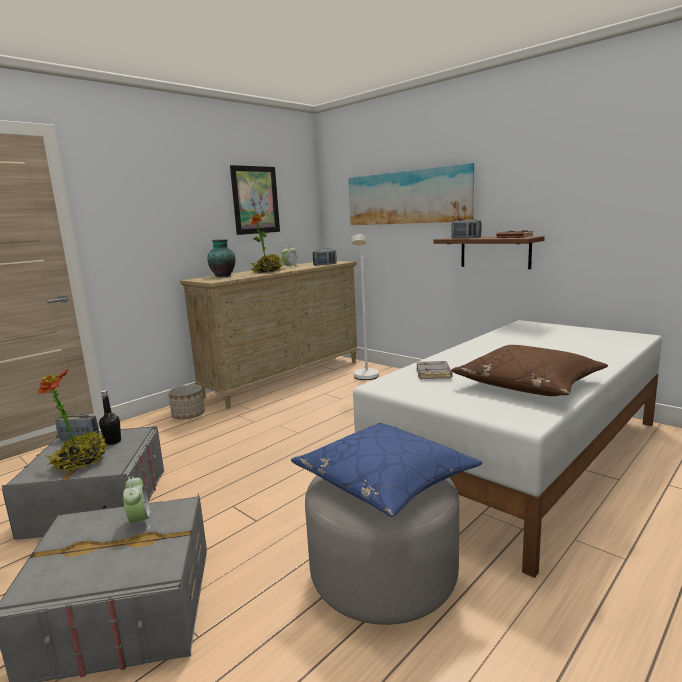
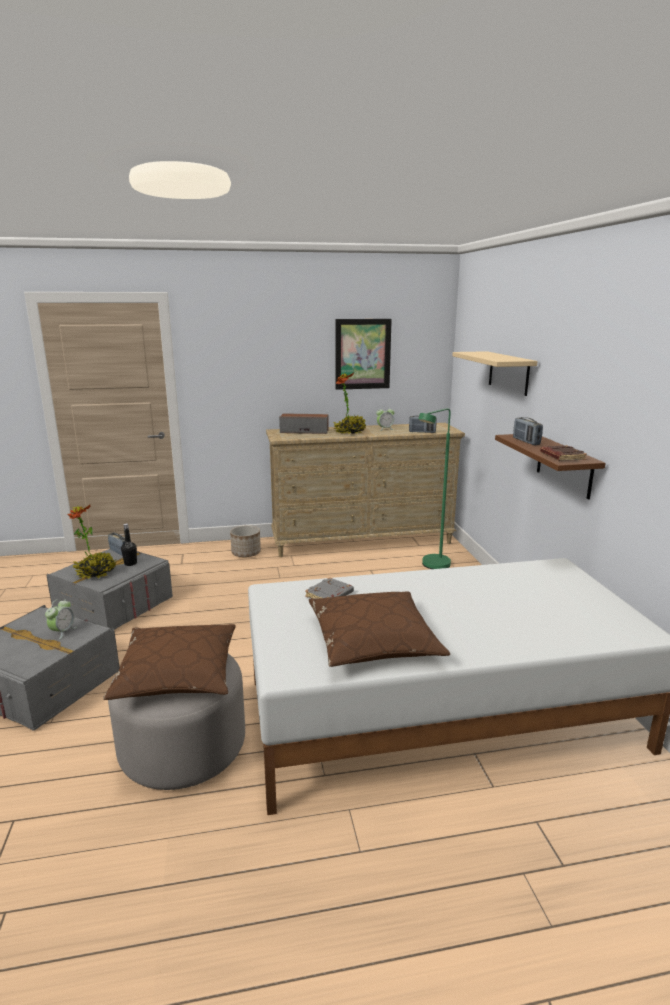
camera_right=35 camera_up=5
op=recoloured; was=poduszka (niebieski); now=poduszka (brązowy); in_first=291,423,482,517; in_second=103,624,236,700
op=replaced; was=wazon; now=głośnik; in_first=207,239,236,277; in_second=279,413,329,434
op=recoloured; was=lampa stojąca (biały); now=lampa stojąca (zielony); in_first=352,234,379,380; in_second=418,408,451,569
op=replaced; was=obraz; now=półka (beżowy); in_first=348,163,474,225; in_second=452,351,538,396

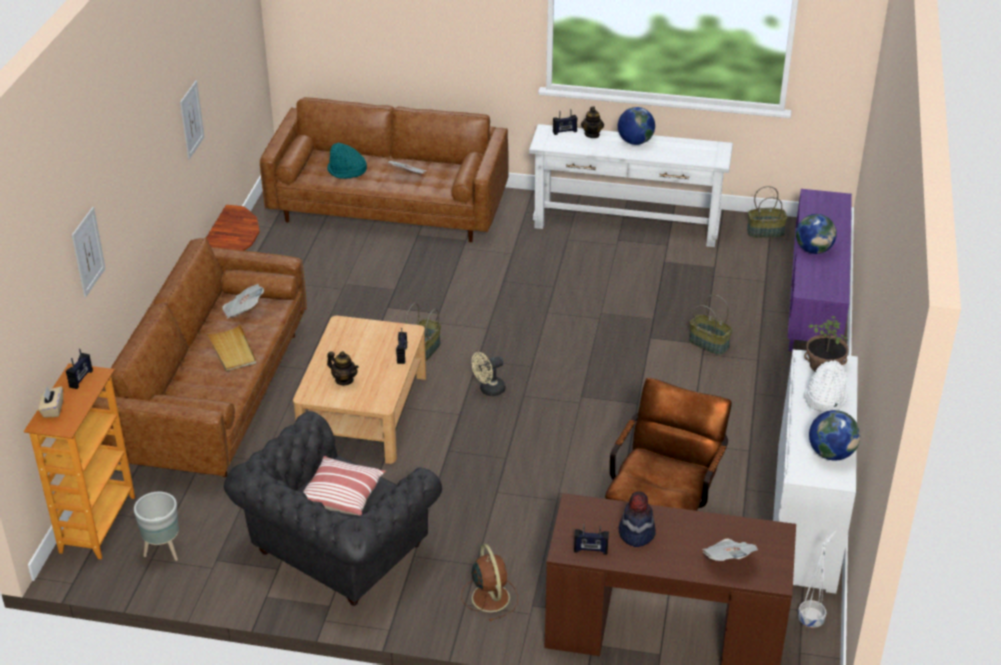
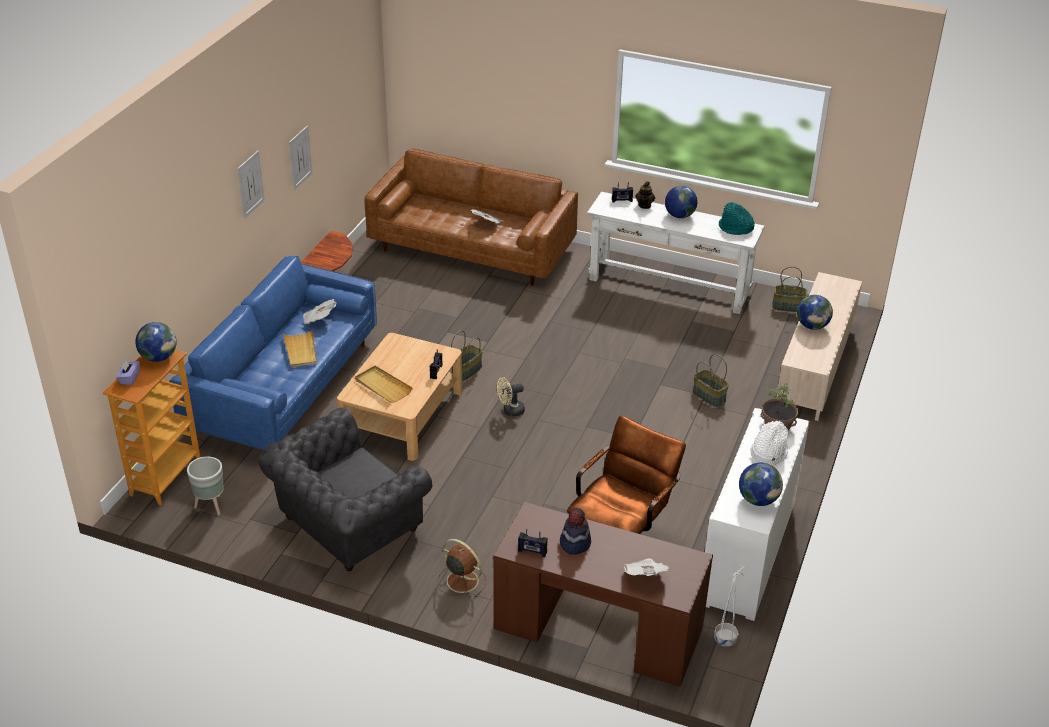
camera_right=10 camera_up=0
op=recoloured; was=pudełko chusteczek (beżowy); now=pudełko chusteczek (fioletowy); in_first=38,386,63,418; in_second=116,360,140,385
op=replaced; was=radio; now=globus; in_first=66,349,93,389; in_second=135,322,176,362
op=recoloured; was=kanapa (brązowy); now=kanapa (niebieski); in_first=92,238,307,477; in_second=169,256,377,450
op=moved; was=obraz; in_first=72,207,106,297; in_second=237,151,265,219
op=replaced; was=imbryk; now=taca (beżowy); in_first=327,351,359,385; in_second=355,366,413,403
op=turned; was=wentylator (brązowy); in_first=461,544,518,621; in_second=437,539,487,598; clockwise=-45
op=moved; was=kapelusz (turkusowy); in_first=327,143,367,179; in_second=719,202,755,235
op=recoloured; was=szafka pod telewizor (fioletowy); now=szafka pod telewizor (beżowy); in_first=787,189,852,351; in_second=776,272,862,421
op=removed; was=poduszka; in_first=303,456,386,516

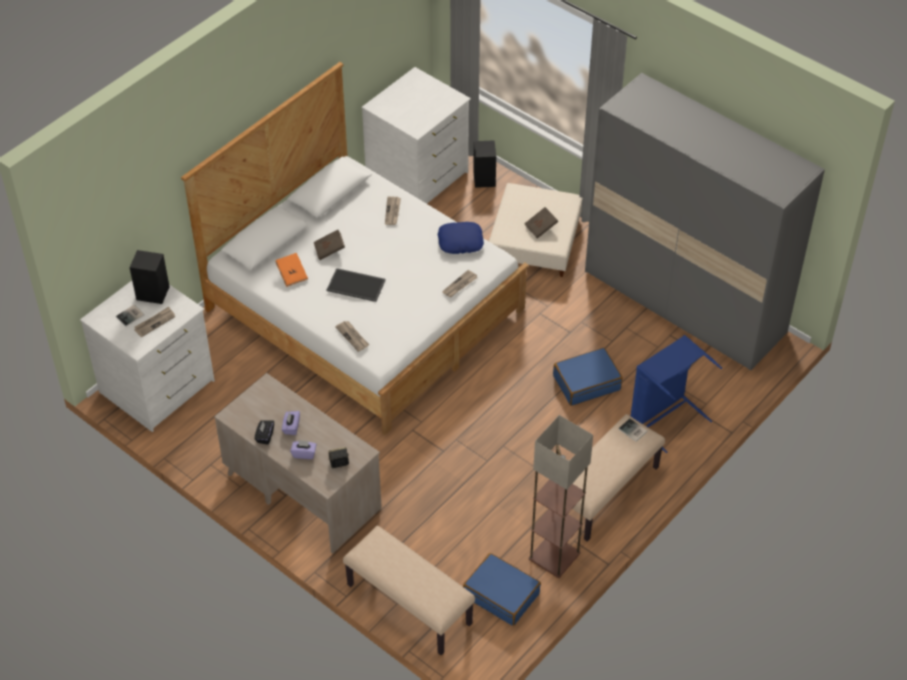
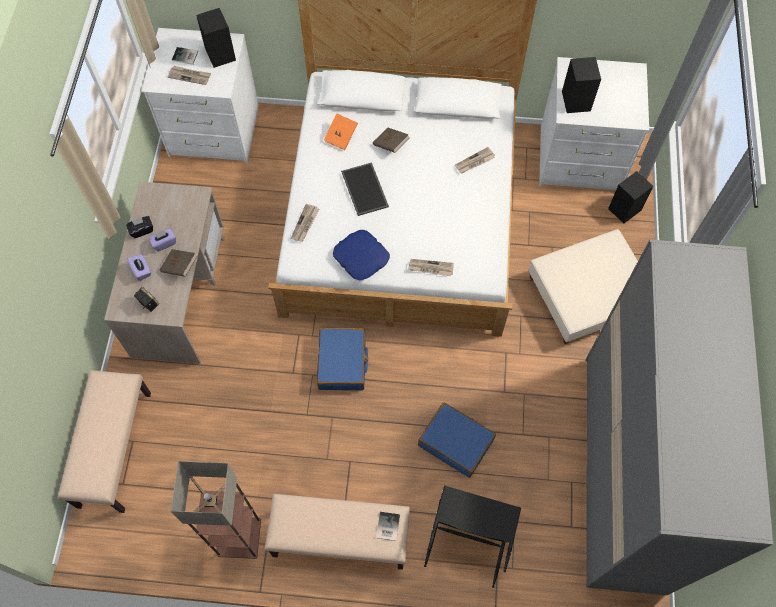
camera_right=55 camera_up=15
op=moved; was=książka (brązowy); in_first=524,207,558,239; in_second=160,249,197,277
op=moved; was=walizka (niebieski); in_first=463,553,541,626; in_second=317,328,368,390
op=moved; was=poduszka (niebieski); in_first=438,222,484,254; in_second=333,230,390,280
op=recoloured; was=kosz na pranie (niebieski); now=kosz na pranie (czarny); in_first=631,335,722,453; in_second=424,485,521,588
op=added; now=głośnik (czarny); in_second=562,57,601,113

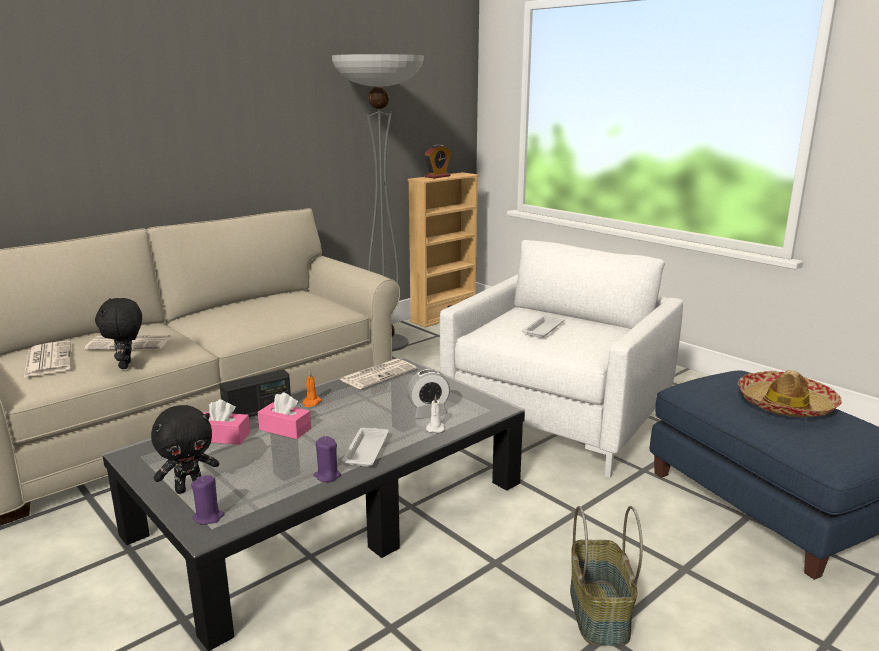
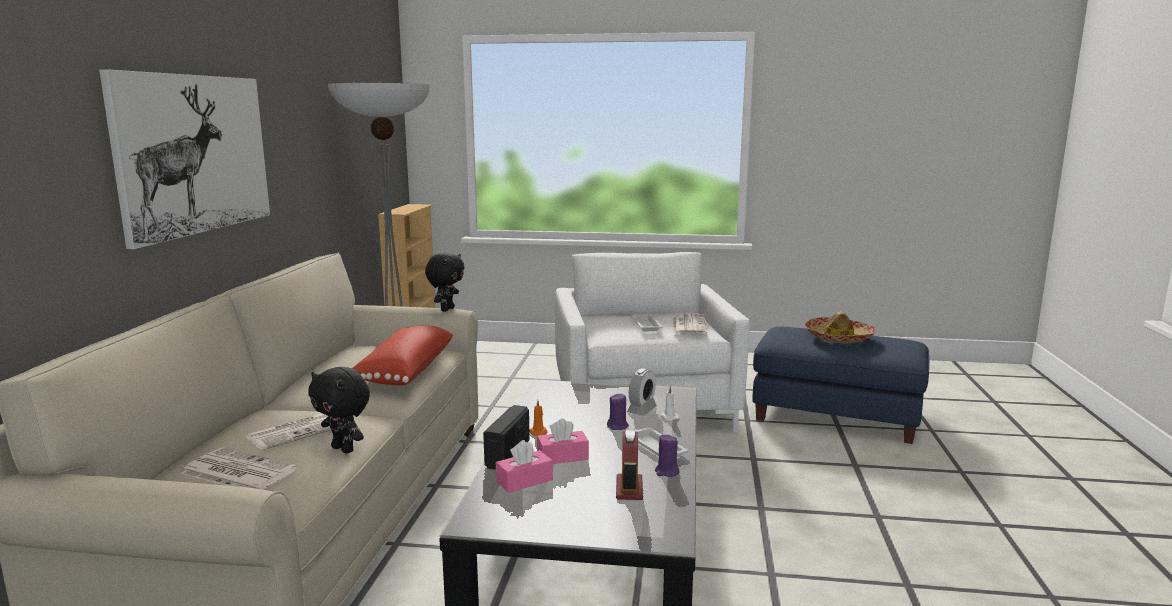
camera_right=-40 camera_up=-5
op=added; now=obraz; in_second=99,69,270,249
op=added; now=poduszka (czerwony); in_second=353,326,453,385
op=moved; was=pluszak (czarny); in_first=151,405,219,494; in_second=425,252,465,312
op=moved; was=świeca (fioletowy); in_first=191,475,224,524; in_second=607,394,629,430
op=moved; was=budzik; in_first=424,145,451,179; in_second=616,429,643,500
op=moved; was=gazeta; in_first=339,359,417,389; in_second=673,313,707,335
op=removed; was=koszyk; in_first=570,506,643,646

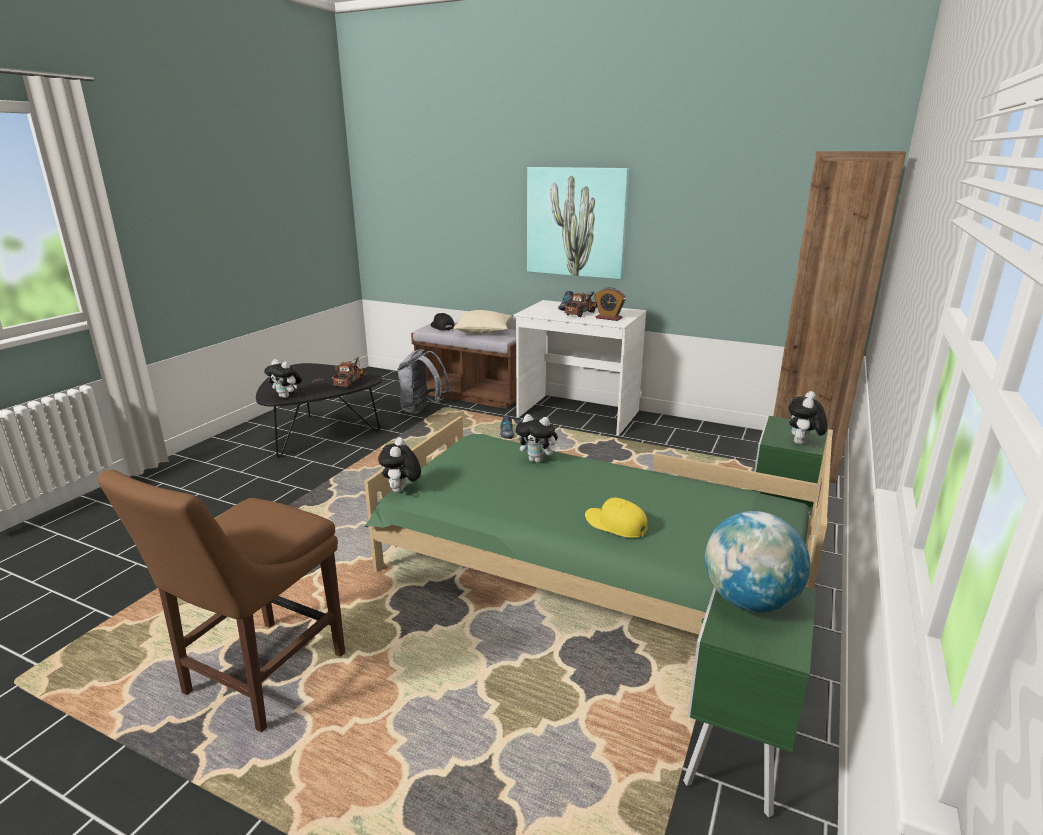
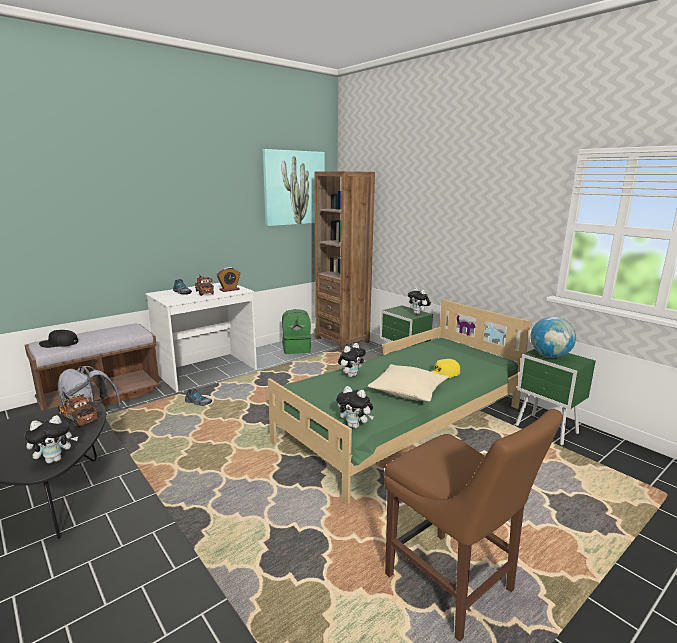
camera_right=-65 camera_up=-5
op=moved; was=obraz; in_first=527,167,629,279; in_second=263,149,325,226
op=added; now=plecak (zielony); in_second=282,309,311,354
op=moved; was=poduszka (beżowy); in_first=453,310,511,334; in_second=368,364,449,402

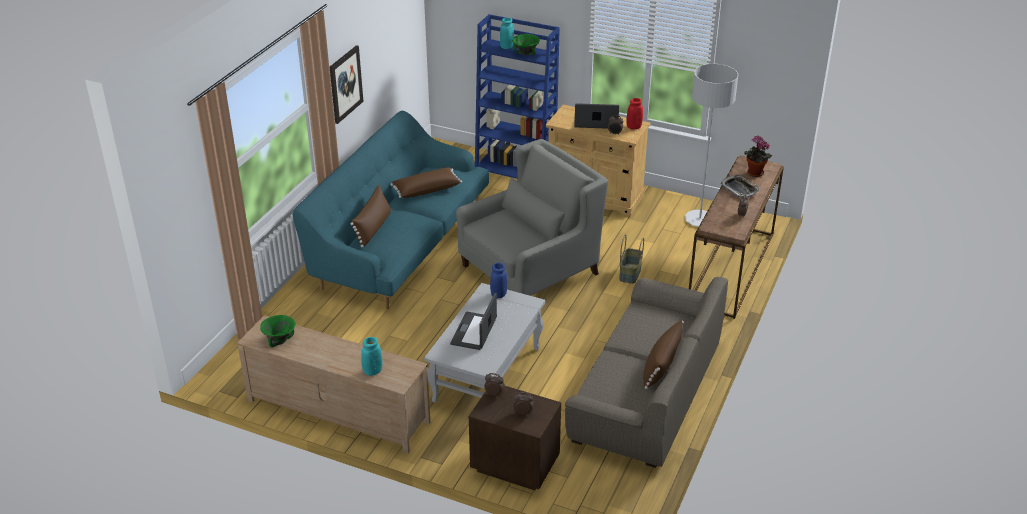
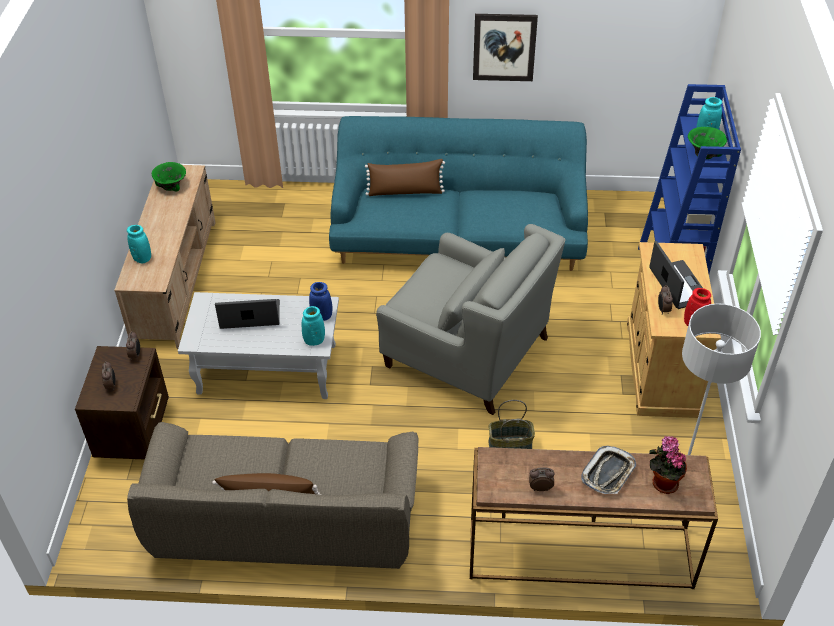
camera_right=70 camera_up=10
op=added; now=wazon (turkusowy); in_second=302,306,325,346
op=removed; was=poduszka (brązowy); in_first=391,167,462,198

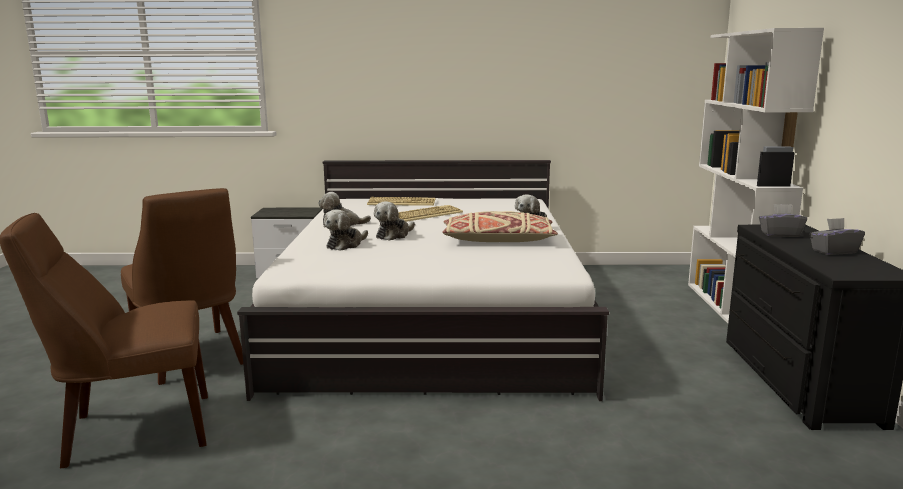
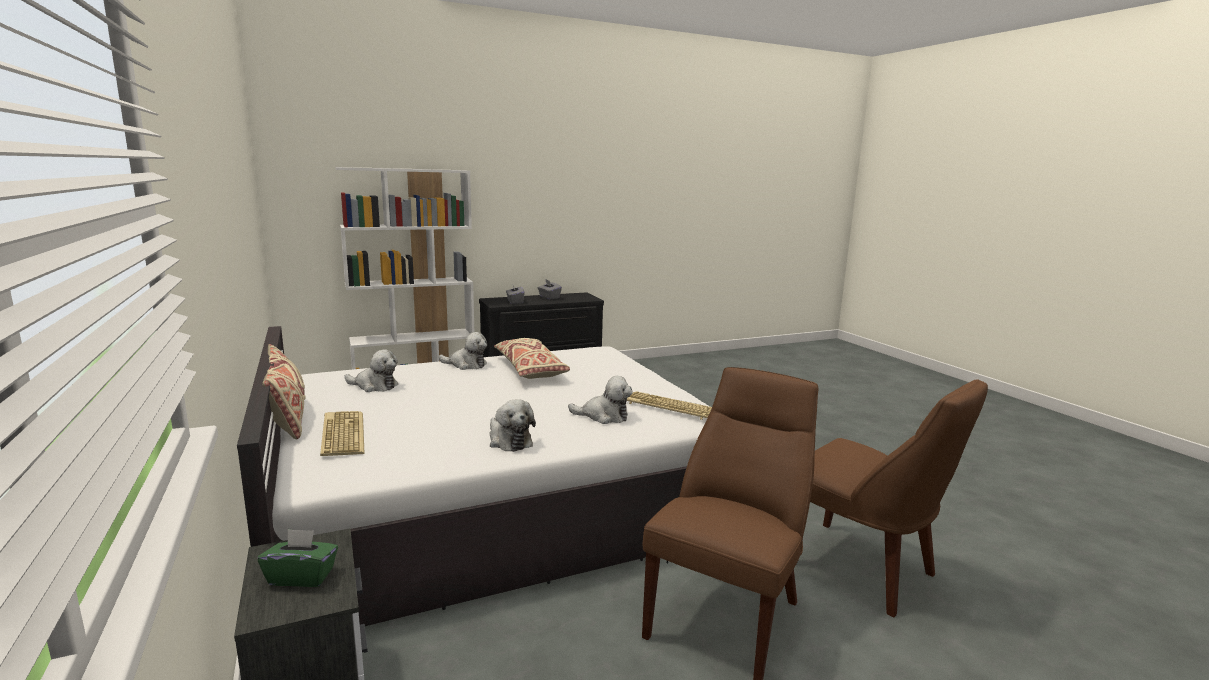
camera_right=-115 camera_up=0
op=added; now=pudełko chusteczek (zielony); in_second=258,529,338,587
op=added; now=poduszka (beżowy); in_second=262,344,306,439
op=moved; was=pluszak; in_first=374,201,415,241; in_second=344,349,398,392
op=moved; was=klawiatura; in_first=398,205,463,222; in_second=627,391,712,420

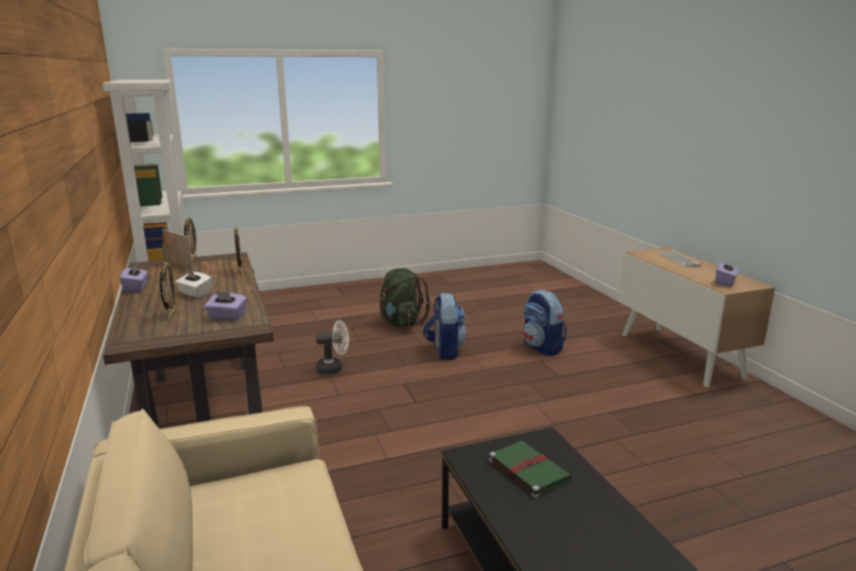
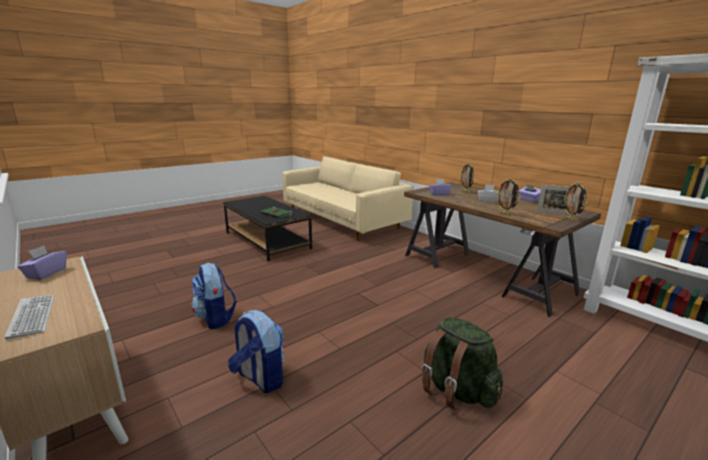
camera_right=160 camera_up=0
op=moved; was=plecak; in_first=423,292,467,360; in_second=191,263,237,329
op=removed; was=wentylator (biały); in_first=316,320,349,374

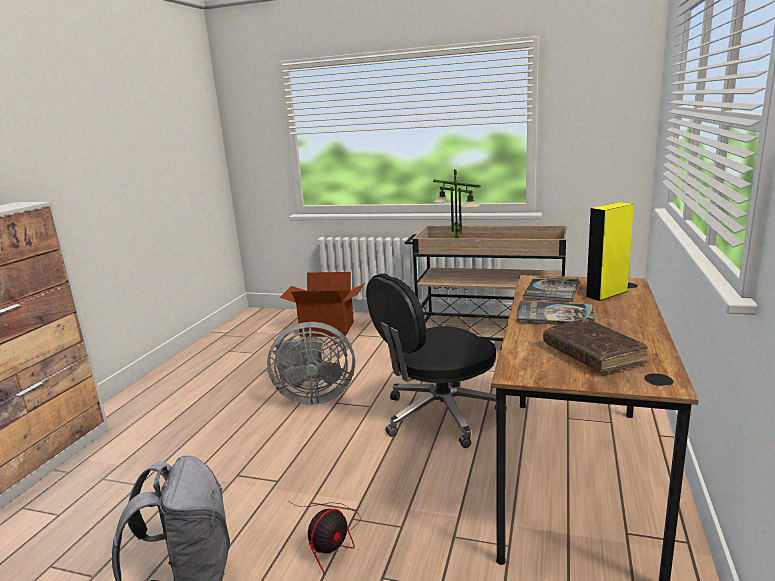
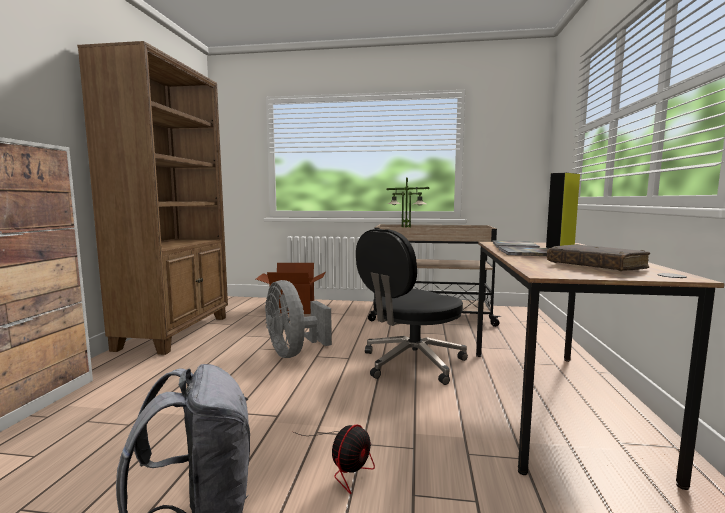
camera_right=-10 camera_up=-10
op=added; now=regał (brązowy); in_second=77,41,228,355
op=turned; was=wentylator (szary); in_first=267,322,355,405; in_second=265,280,332,358; clockwise=75

